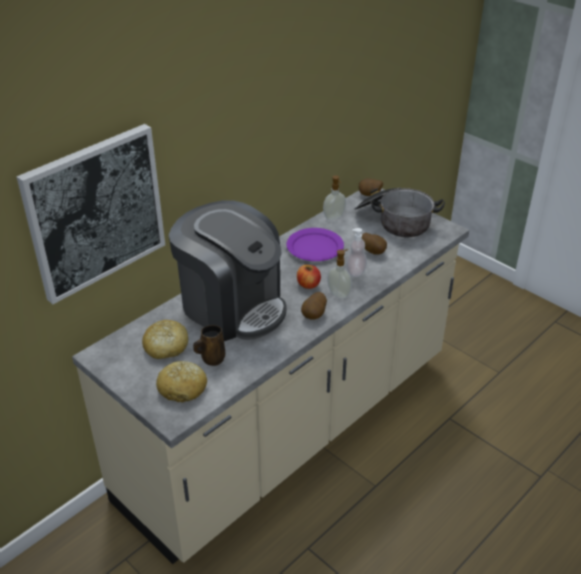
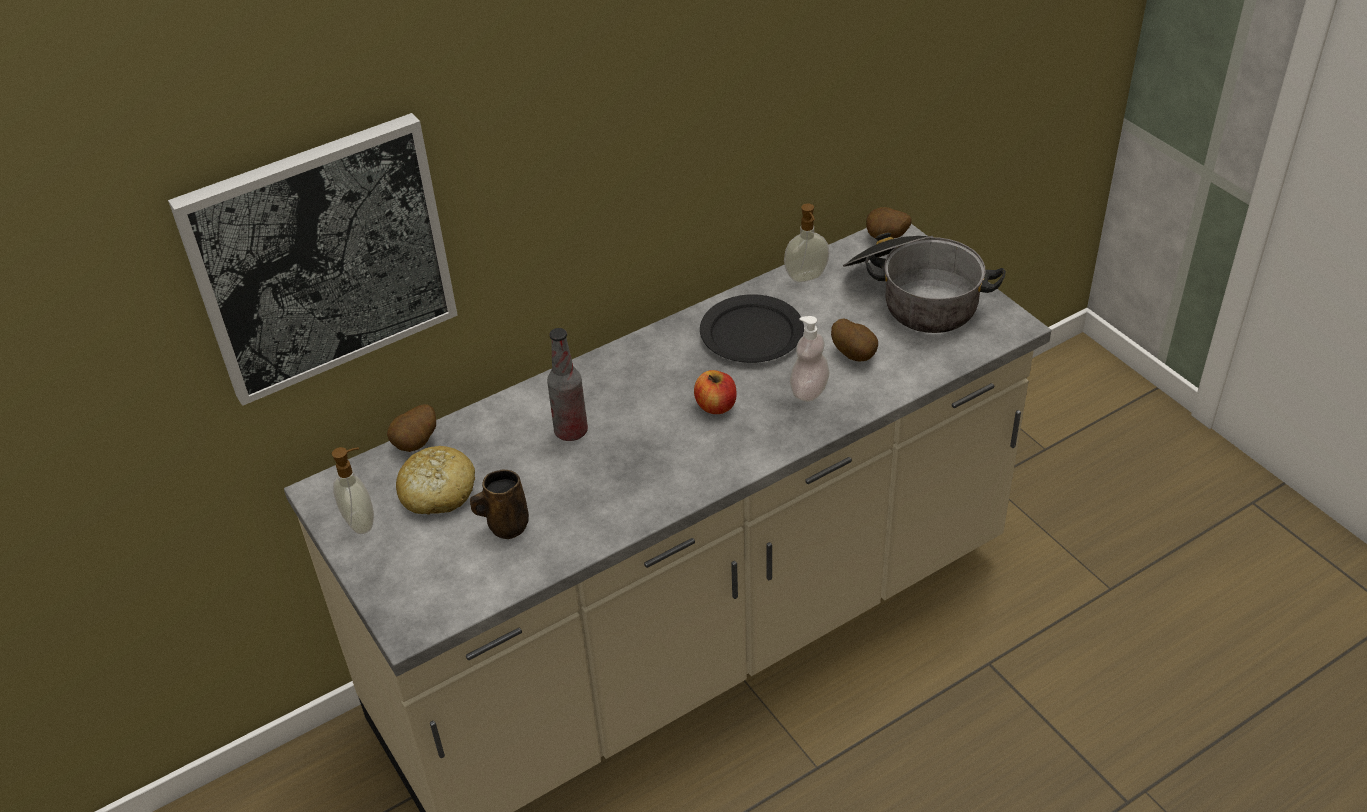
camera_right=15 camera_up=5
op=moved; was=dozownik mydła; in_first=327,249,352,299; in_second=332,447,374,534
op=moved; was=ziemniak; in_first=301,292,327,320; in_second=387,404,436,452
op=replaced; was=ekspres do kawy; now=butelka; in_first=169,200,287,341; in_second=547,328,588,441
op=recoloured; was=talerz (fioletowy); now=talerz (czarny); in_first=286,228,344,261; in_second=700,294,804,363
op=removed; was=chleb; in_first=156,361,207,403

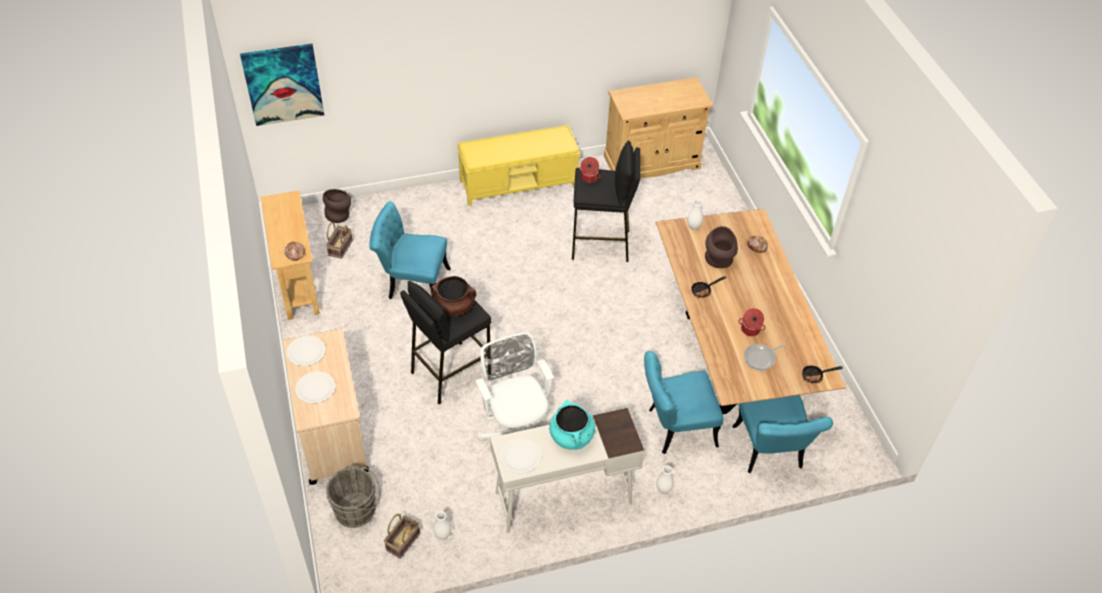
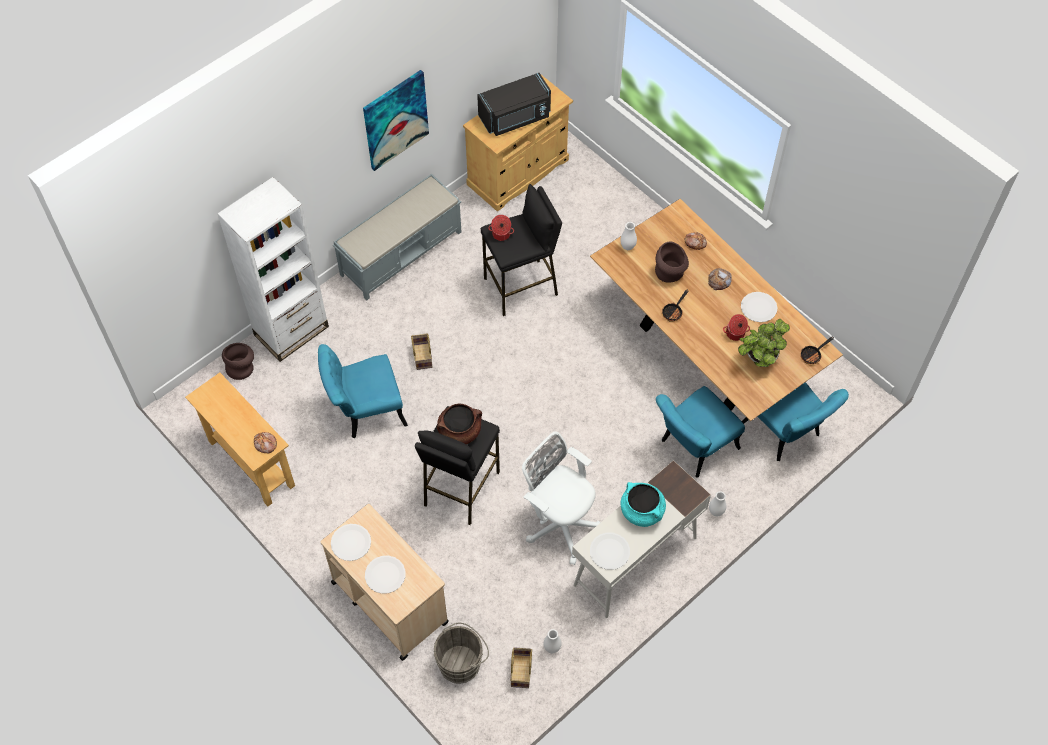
camera_right=-25 camera_up=10
op=added; now=regał (biały); in_second=217,177,329,362
op=recoloured; was=ławka (żółty); now=ławka (szary); in_first=457,125,581,206; in_second=333,174,461,300
op=moved; was=obraz; in_first=240,44,325,126; in_second=363,70,429,171
op=moved; was=koszyk; in_first=326,222,353,259; in_second=411,334,432,370
op=added; now=mikrofalówka (czarny); in_second=477,73,551,136
op=added; now=chleb; in_second=708,268,732,290
op=replaced; was=patelnia; now=roślina doniczkowa; in_first=744,343,786,370; in_second=738,319,790,367
op=added; now=talerz (biały); in_second=741,292,777,322

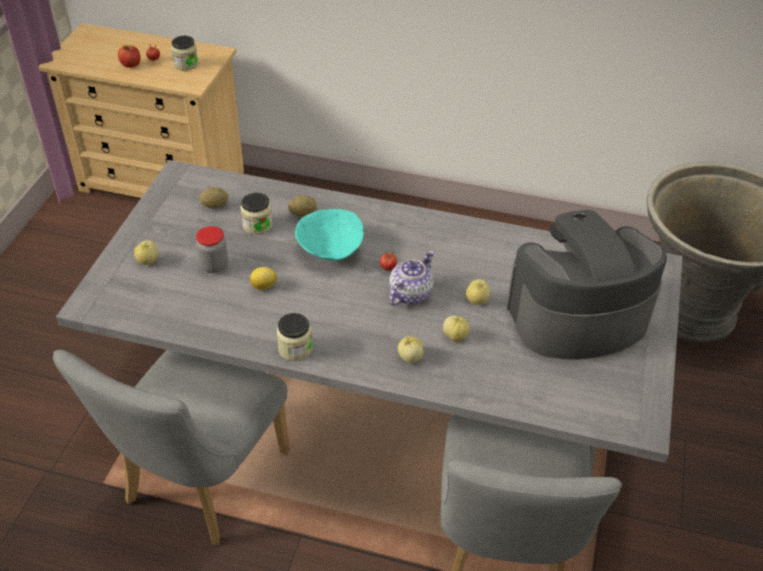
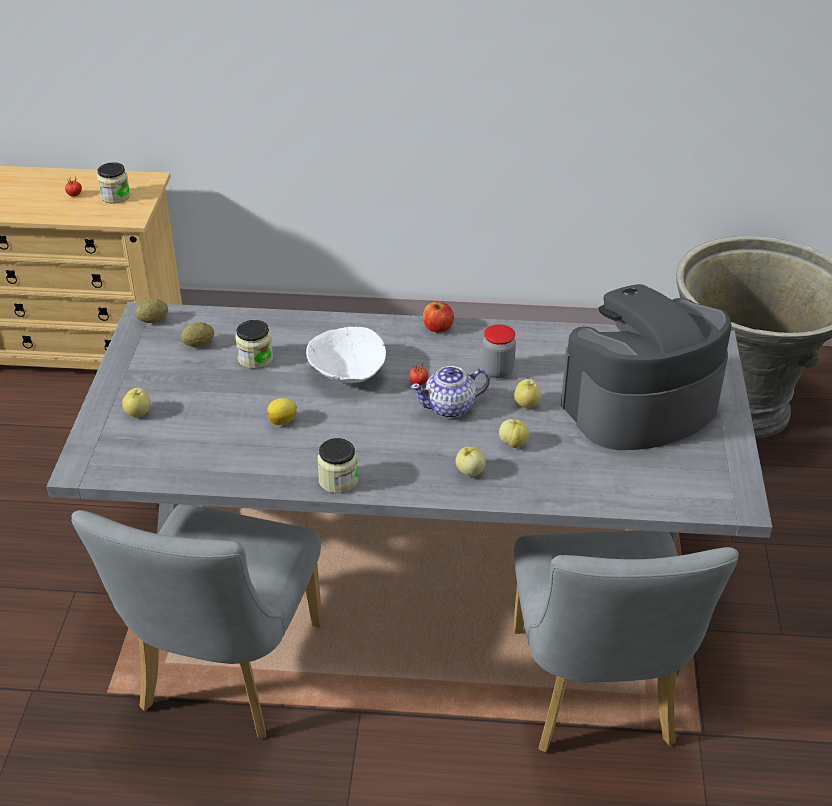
camera_right=-10 camera_up=-5
op=moved; was=ziemniak; in_first=288,195,317,217; in_second=135,299,168,323
op=recoloured; was=miska (turkusowy); now=miska (biały); in_first=295,209,364,261; in_second=306,327,386,383
op=turned; was=imbryk; in_first=389,250,434,306; in_second=410,366,490,418; clockwise=-135
op=moved; was=jabłko; in_first=118,45,141,68; in_second=423,302,454,333
op=moved; was=słoik; in_first=196,226,228,273; in_second=482,324,516,378

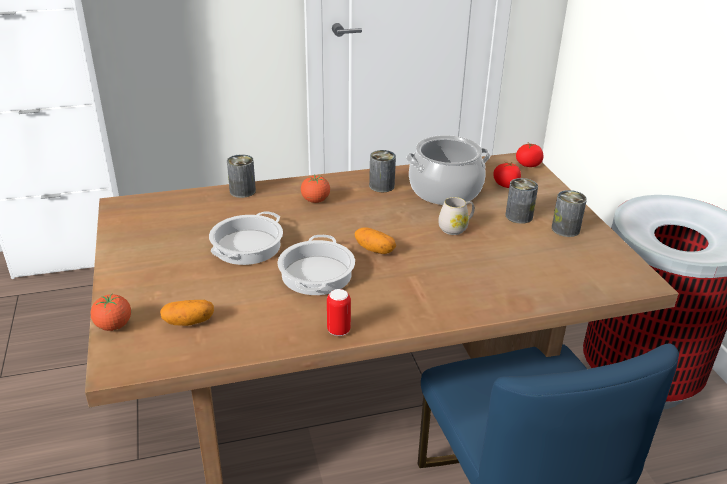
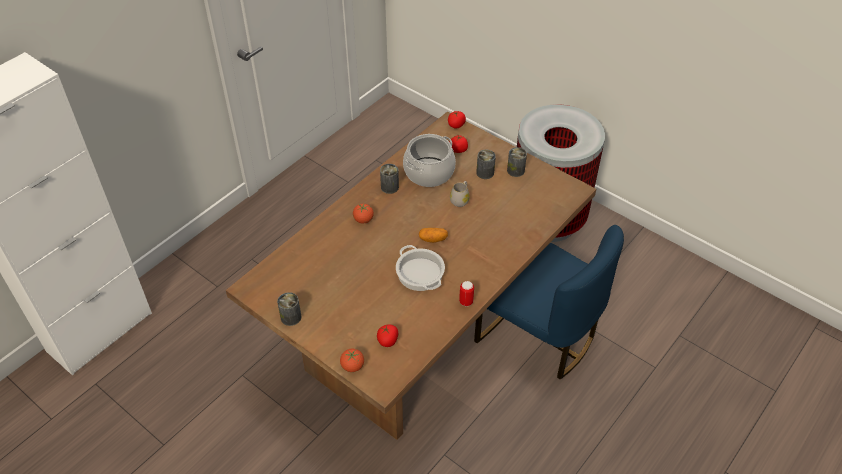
camera_right=-35 camera_up=15
op=moved; was=puszka; in_first=227,154,256,198; in_second=277,292,301,326
op=replaced; was=ziemniak; now=pomidor; in_first=160,300,214,326; in_second=377,324,398,347
op=removed; was=garnek; in_first=209,211,283,265

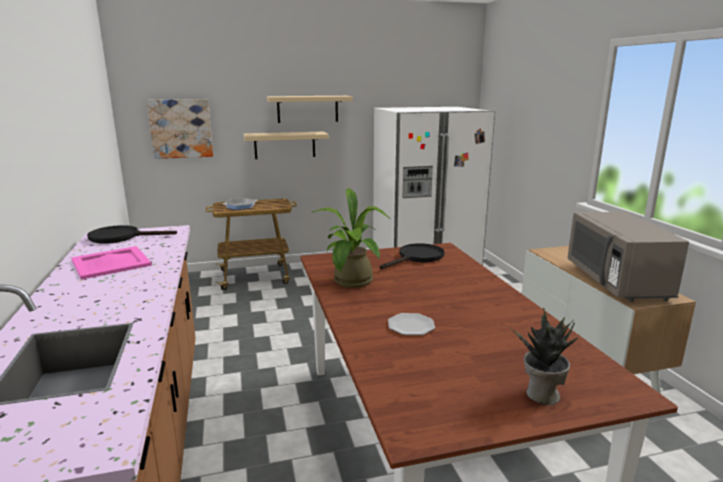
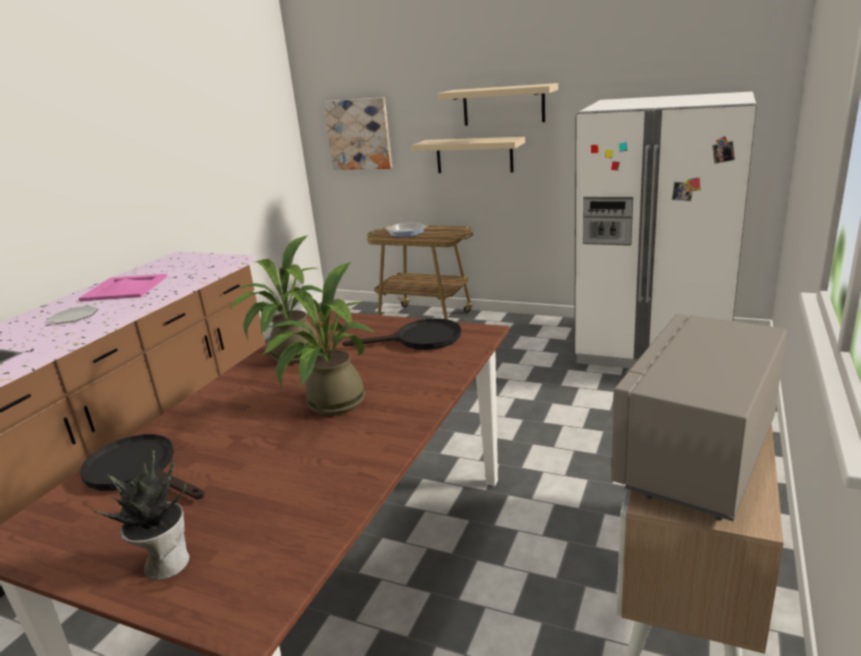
camera_right=40 camera_up=5
op=moved; was=talerz; in_first=388,313,435,335; in_second=48,306,98,324
op=moved; was=patelnia (czarny); in_first=87,225,177,244; in_second=80,434,205,500
op=added; now=roślina doniczkowa; in_second=260,262,377,415

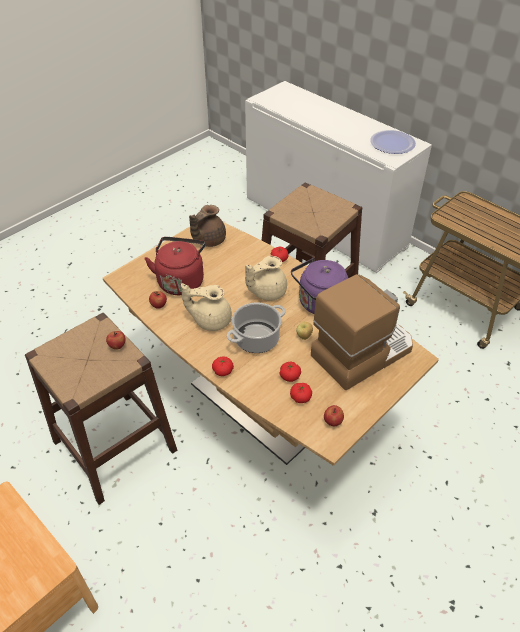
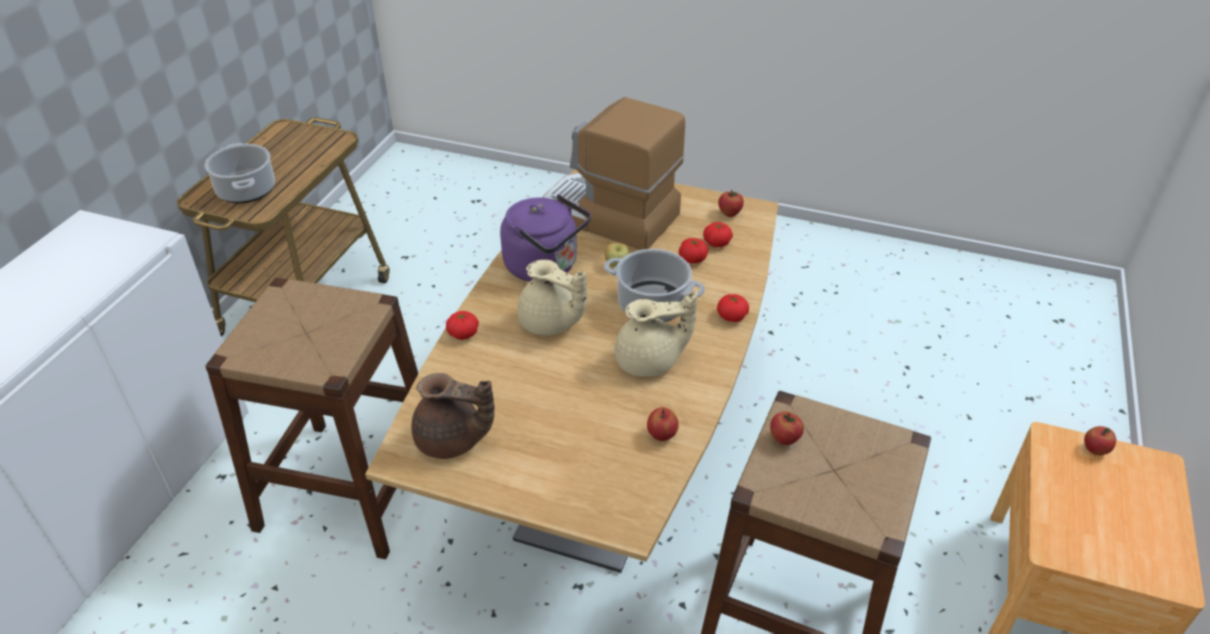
camera_right=-115 camera_up=-5
op=added; now=garnek; in_second=205,143,275,204
op=turned; was=imbryk (beżowy); in_first=181,283,232,331; in_second=615,291,697,377; clockwise=-75
op=added; now=jabłko; in_second=1084,426,1116,455
op=removed; was=czajnik (czerwony); in_first=144,237,206,295
op=removed; was=talerz; in_first=370,130,416,154

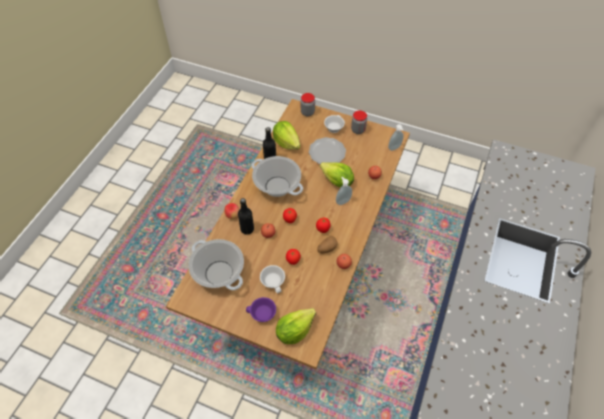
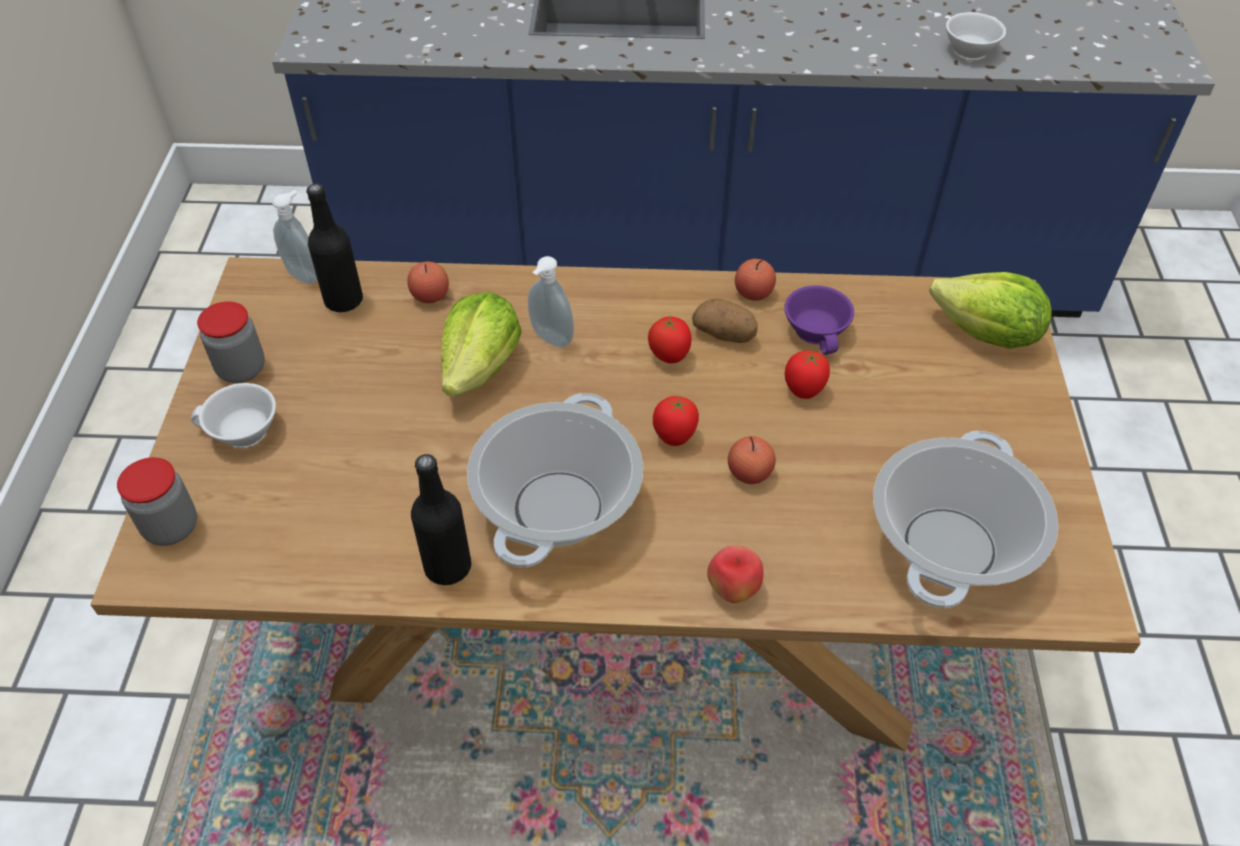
camera_right=-110 camera_up=-5
op=moved; was=butelka (czarny); in_first=238,198,254,234; in_second=306,184,363,312
op=moved; was=filiżanka (fioletowy); in_first=246,297,276,322; in_second=784,285,854,355
op=moved; was=filiżanka (biały); in_first=260,265,285,294; in_second=946,12,1006,60
op=removed; was=sałata; in_first=273,121,301,150
op=removed; was=talerz; in_first=309,137,346,164

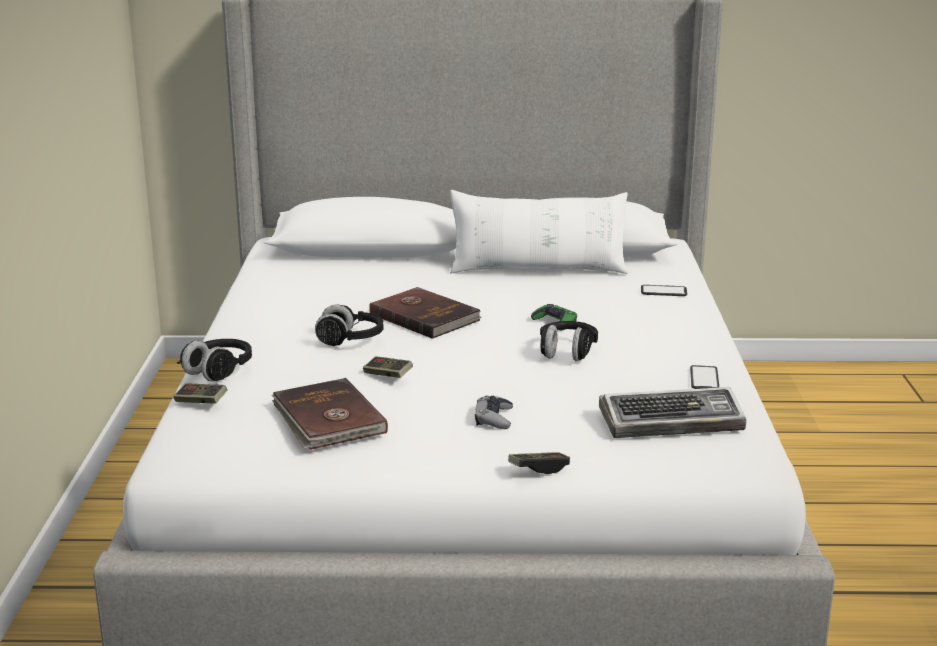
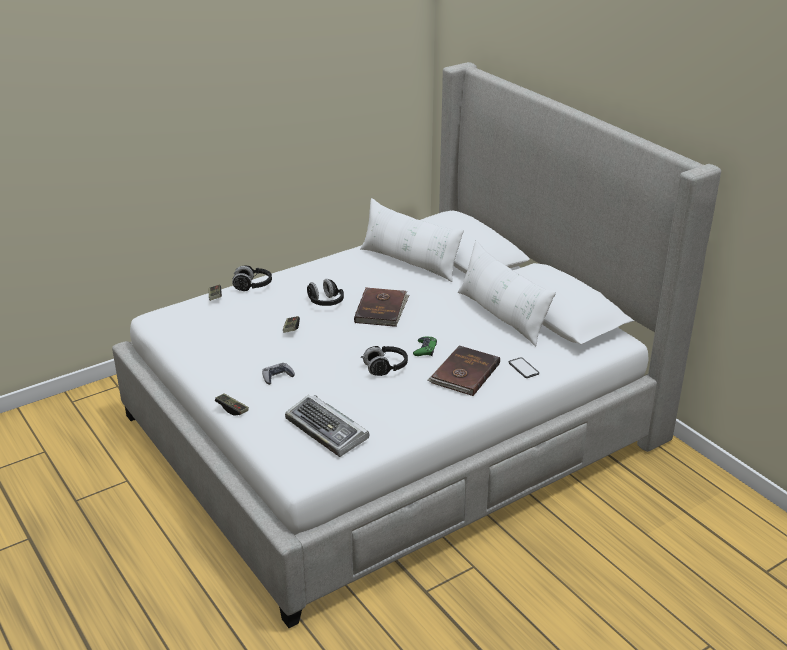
camera_right=55 camera_up=10
op=added; now=poduszka (biały); in_second=360,198,464,282
op=moved; was=książka (brązowy); in_first=272,378,388,450; in_second=427,345,500,396
op=removed; was=telefon; in_first=690,365,719,389

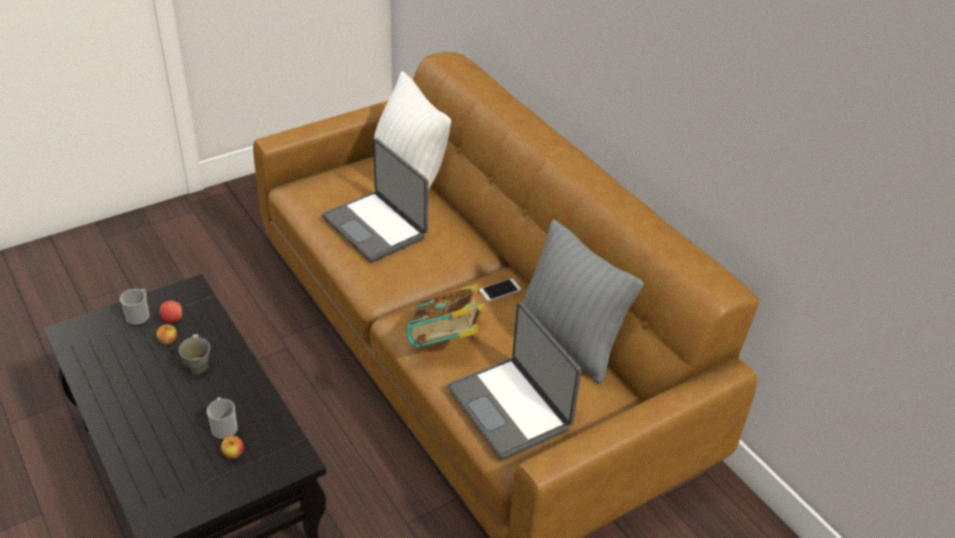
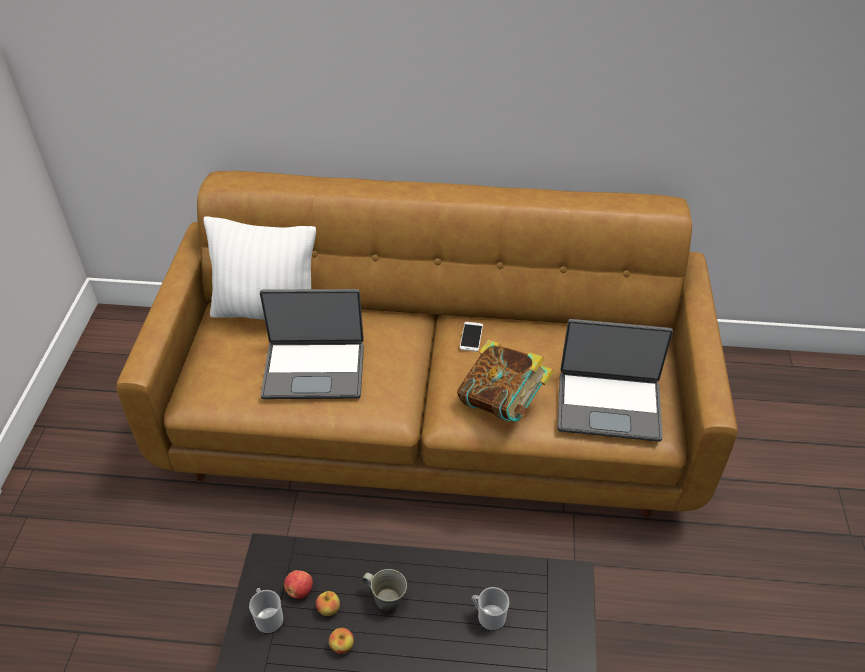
camera_right=-50 camera_up=5
op=moved; was=jabłko; in_first=221,436,244,459; in_second=329,628,354,654
op=removed; was=poduszka (szary); in_first=522,220,644,384

